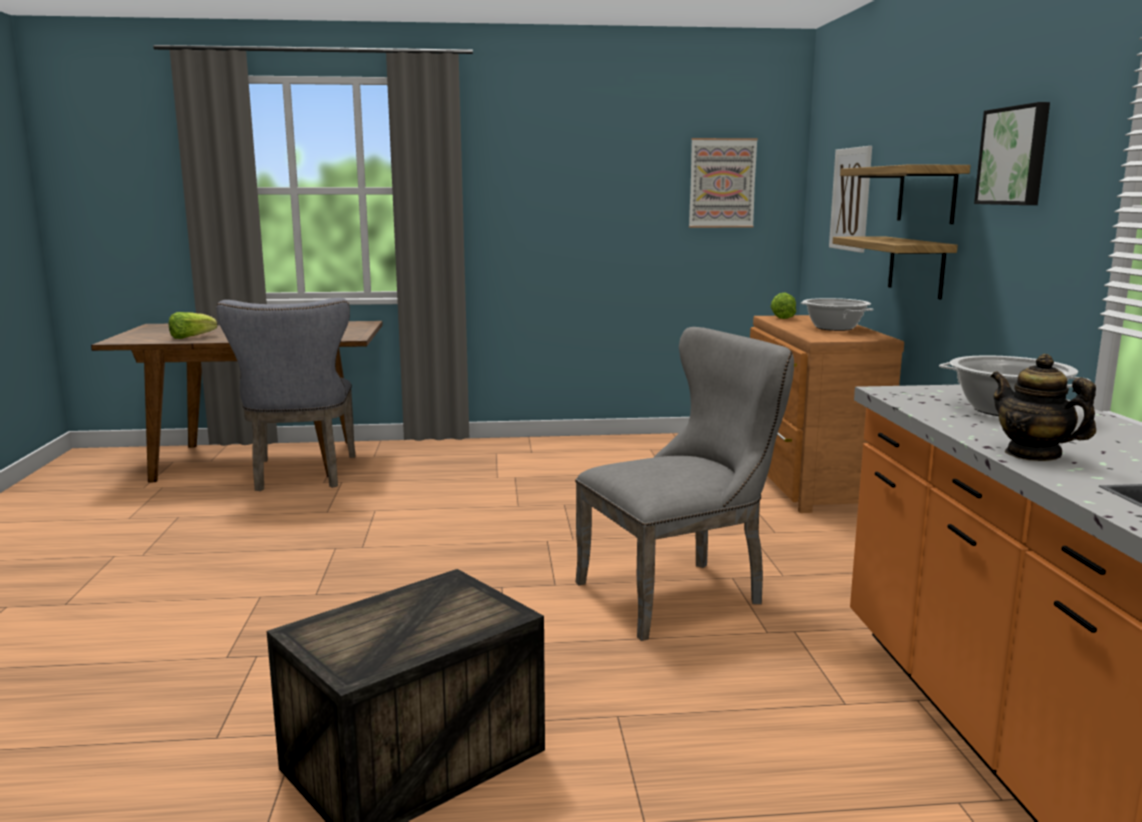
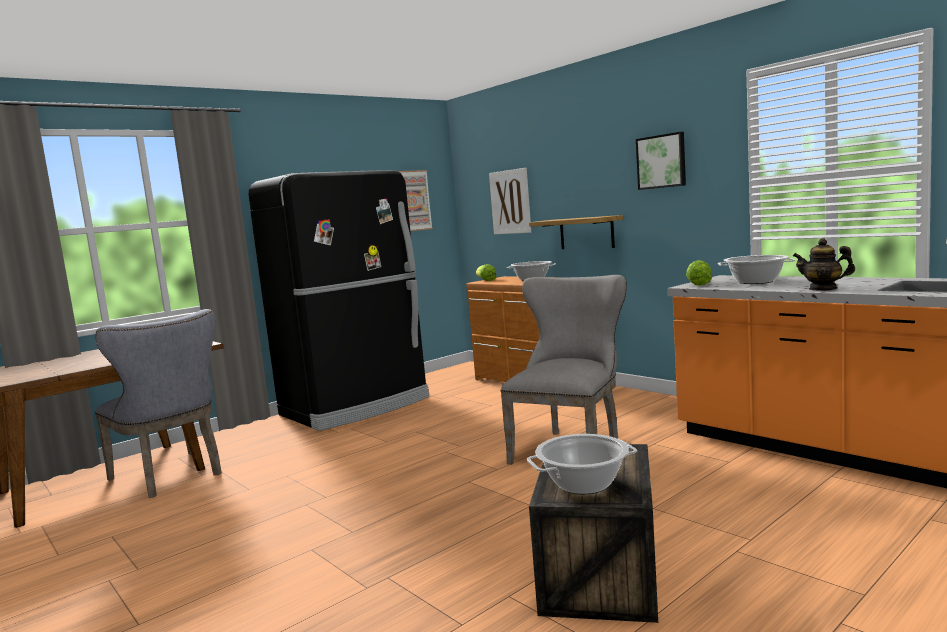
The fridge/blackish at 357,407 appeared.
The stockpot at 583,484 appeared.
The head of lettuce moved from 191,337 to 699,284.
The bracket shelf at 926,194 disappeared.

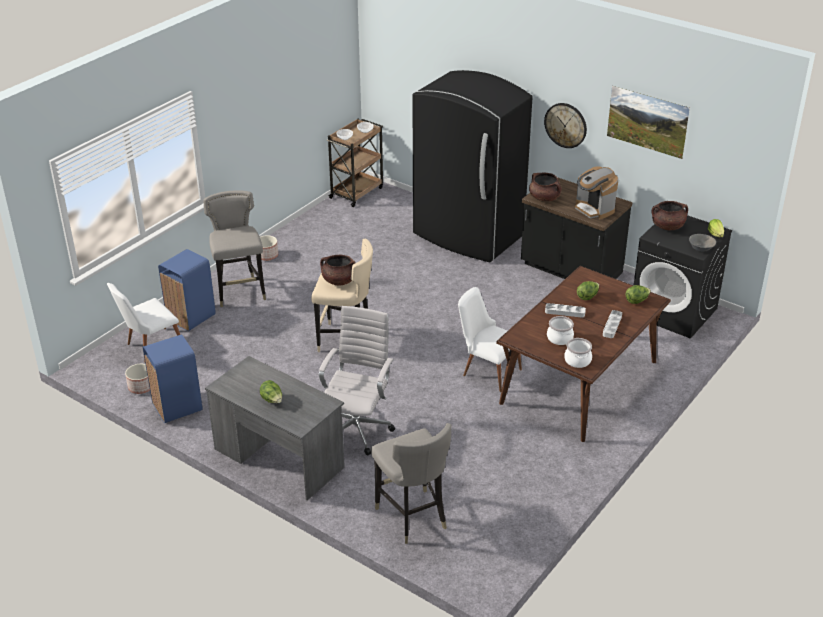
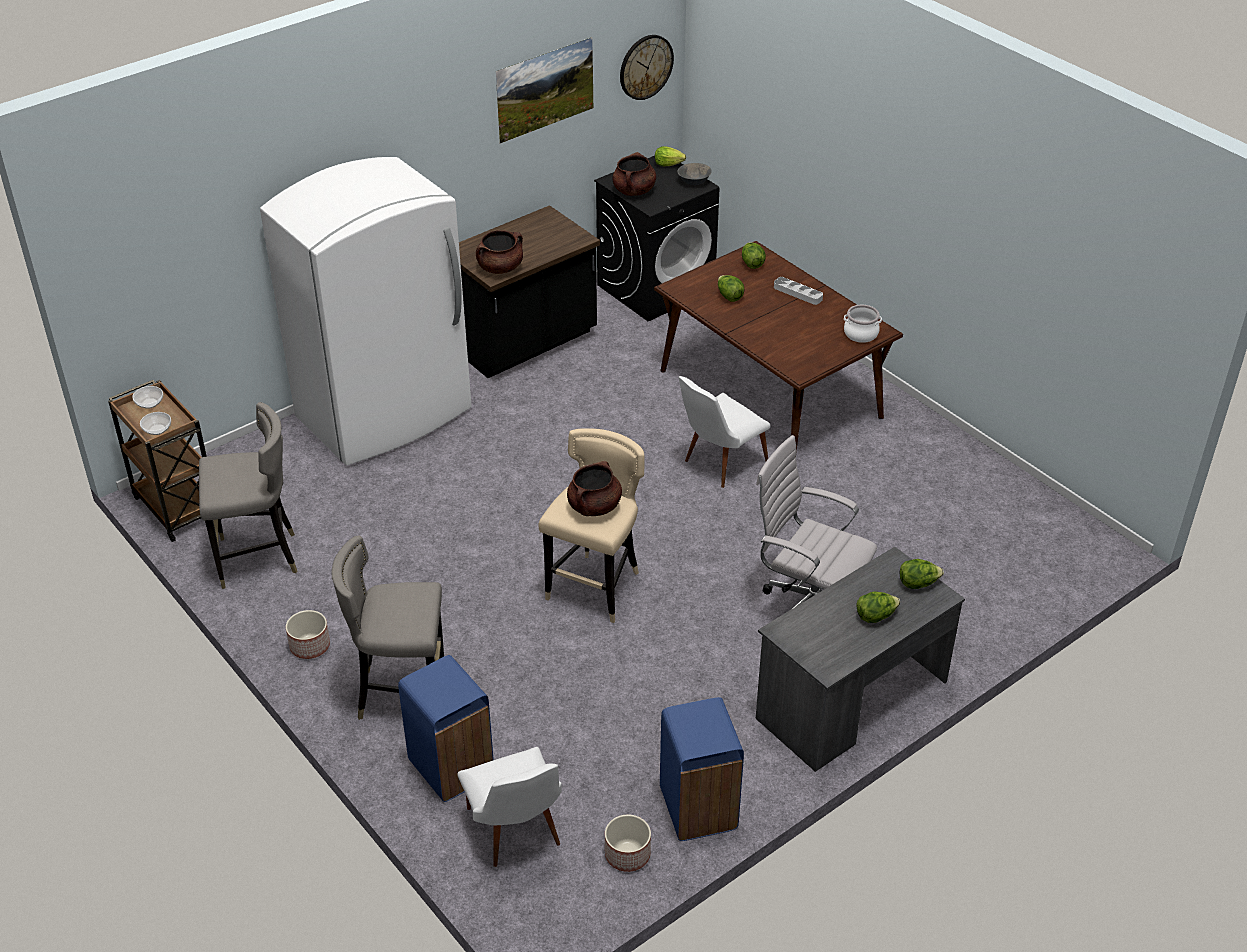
The sitting stool/grey moved from 412,517 to 258,558.
The fridge/blackish at 467,236 became the fridge/white at 386,415.
The hanging clock moved from 565,125 to 645,67.
The head of lettuce at 918,583 appeared.
The serving tray/grey at 565,312 disappeared.
The stockpot at 560,338 disappeared.
The coffee maker at 594,209 disappeared.

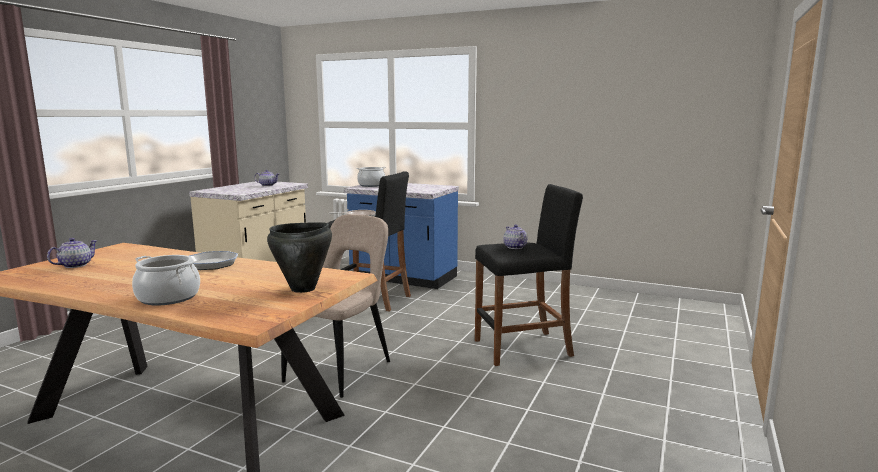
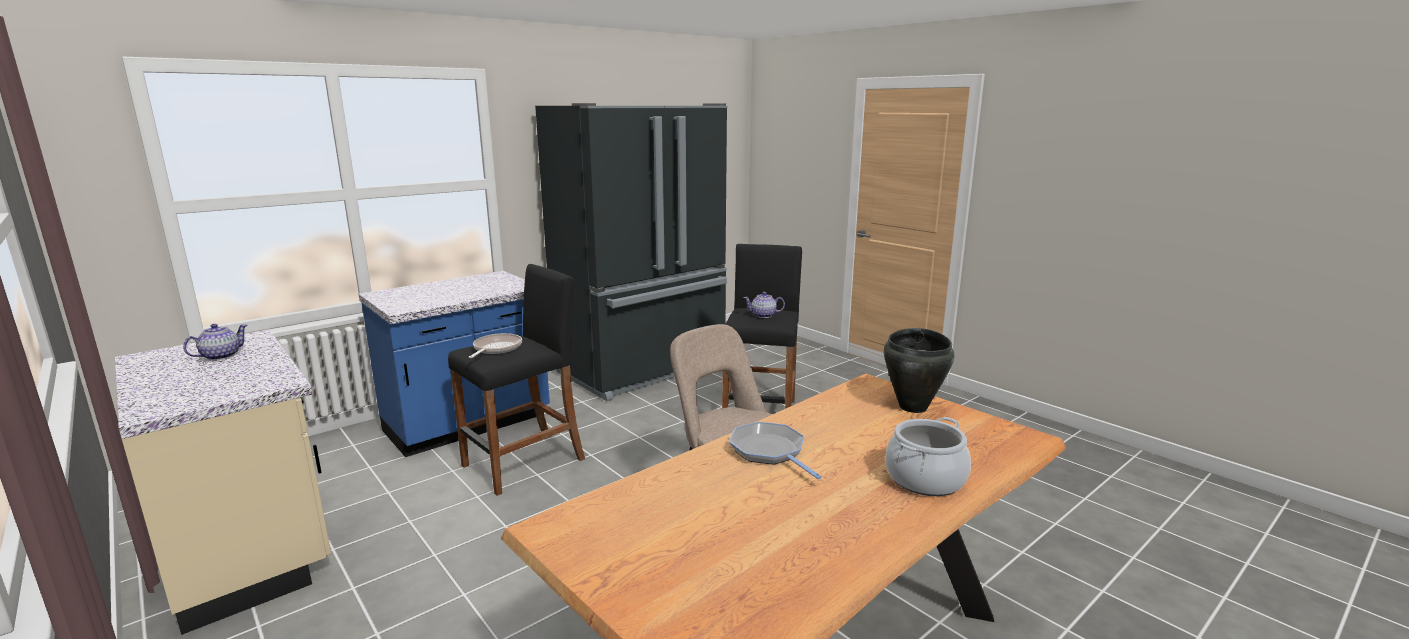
The fridge/blackish at 644,369 appeared.
The tea pot at 75,265 disappeared.
The stockpot at 371,185 disappeared.

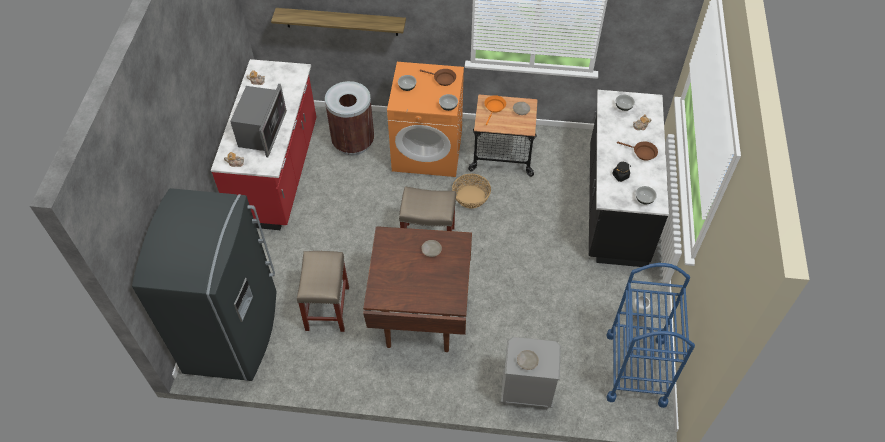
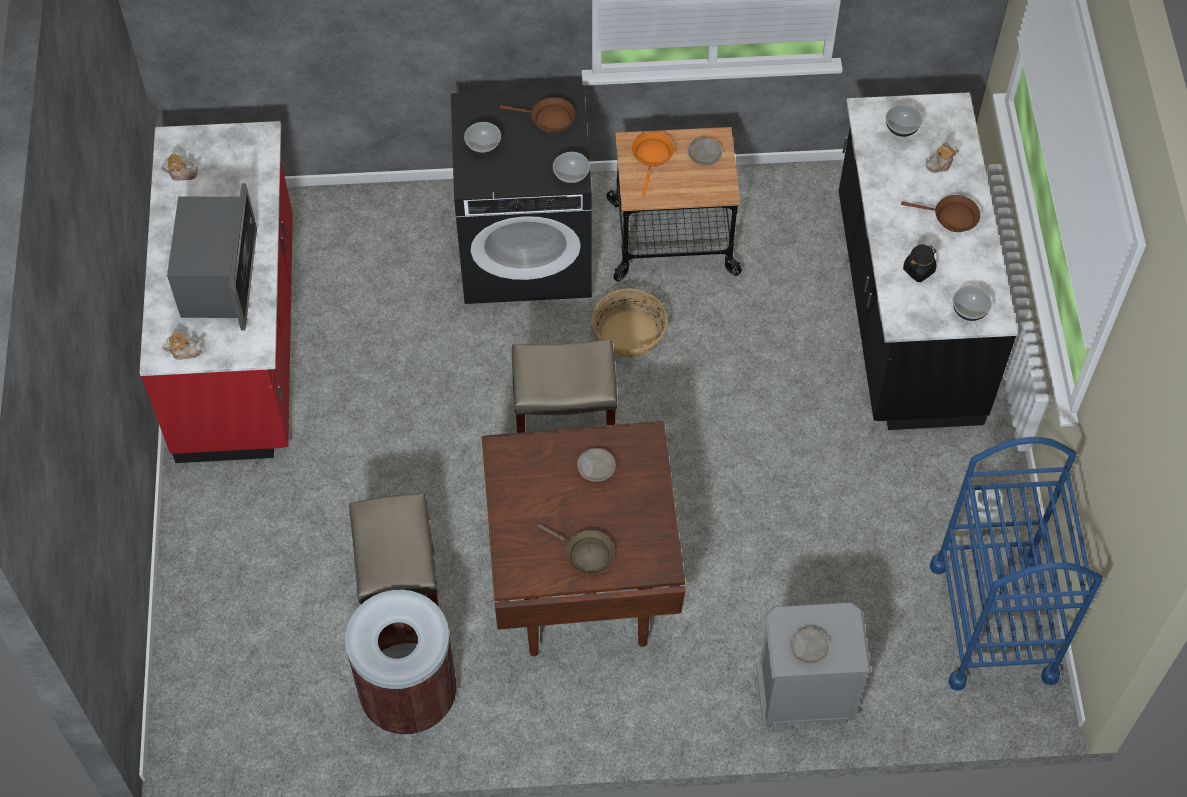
The waste bin/brown moved from 353,142 to 409,695.
The washing machine/orangey at 428,151 became the washing machine/blackish at 526,251.
The skillet/brown at 585,554 appeared.
The fridge/grey at 234,332 disappeared.
The bracket shelf at 341,21 disappeared.

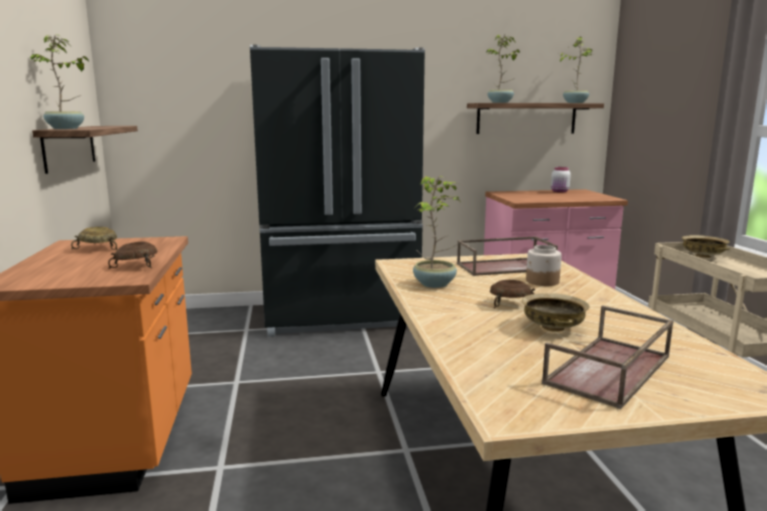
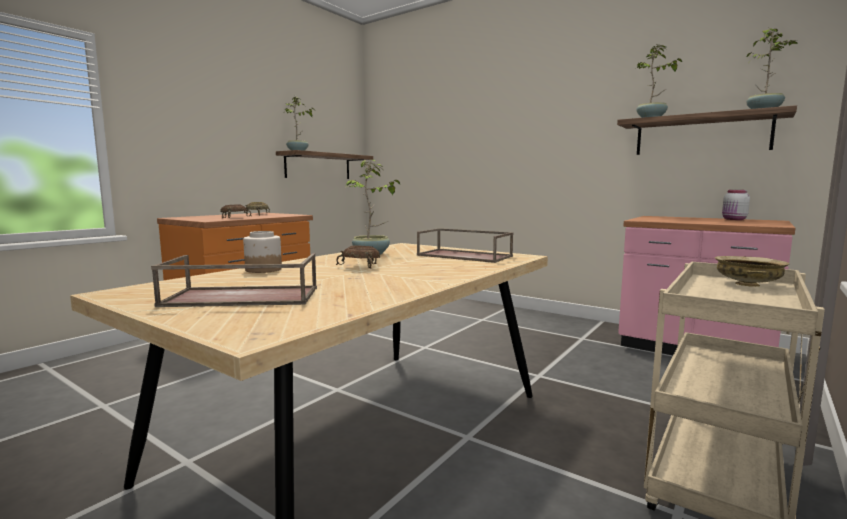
The jar moved from 542,281 to 263,269.
The fridge/blackish at 341,317 disappeared.
The bowl/sand-coloured at 552,327 disappeared.

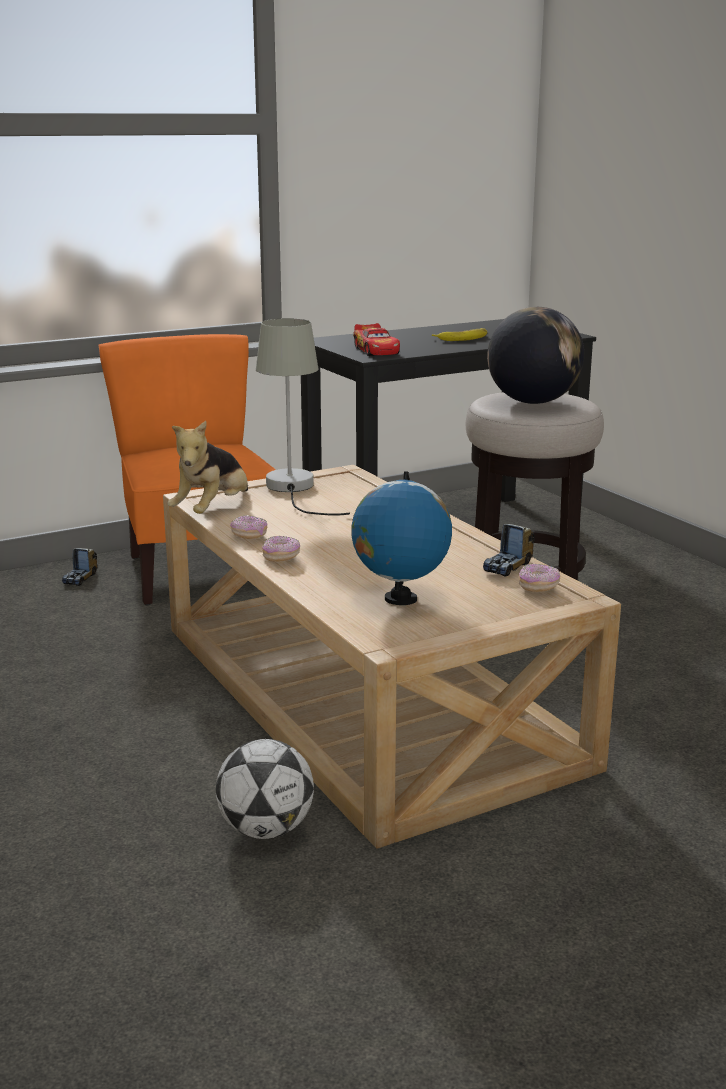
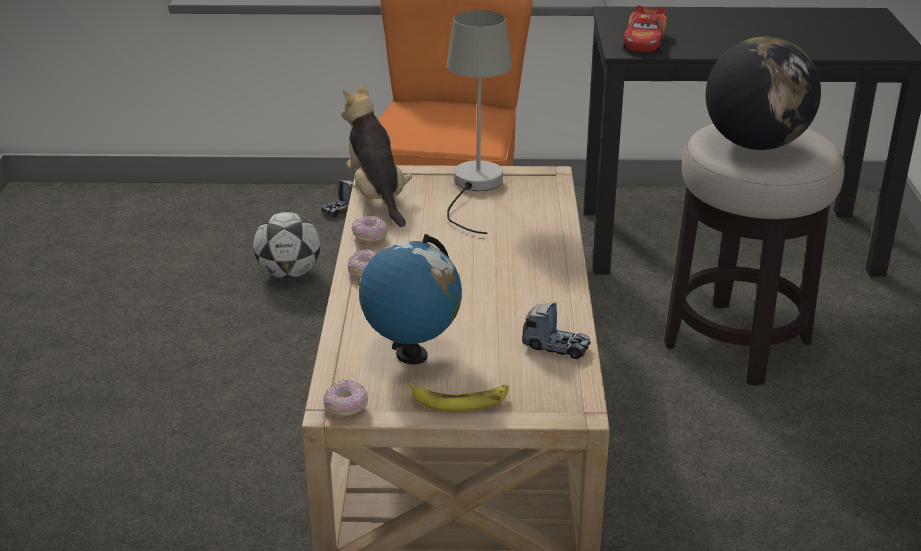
The football moved from 266,829 to 289,273.
The ring doughnut moved from 538,587 to 346,408.
The cuddly toy at 213,511 turned 105 degrees clockwise.
The whole banana moved from 463,338 to 460,400.
The model truck at 508,566 turned 135 degrees counterclockwise.

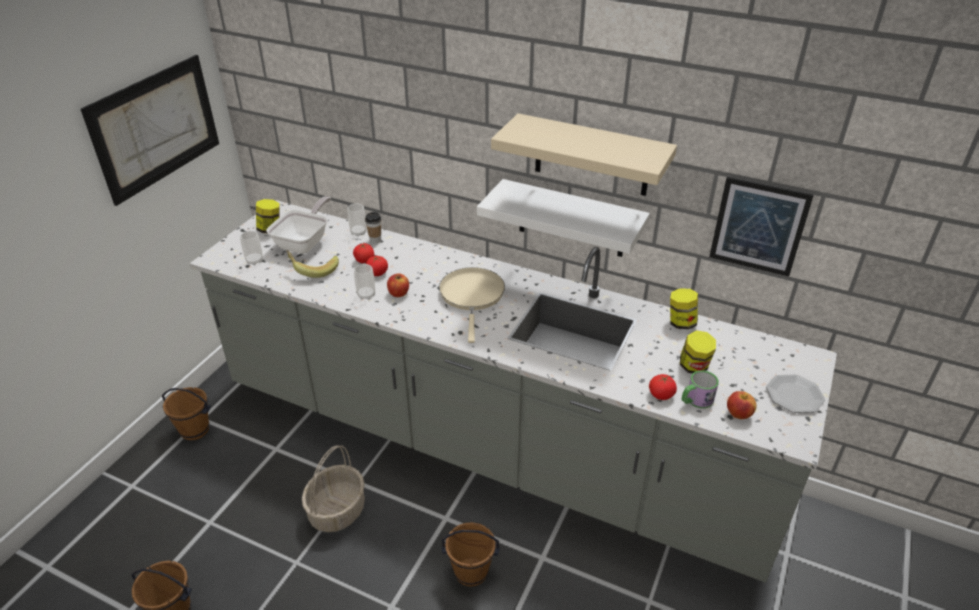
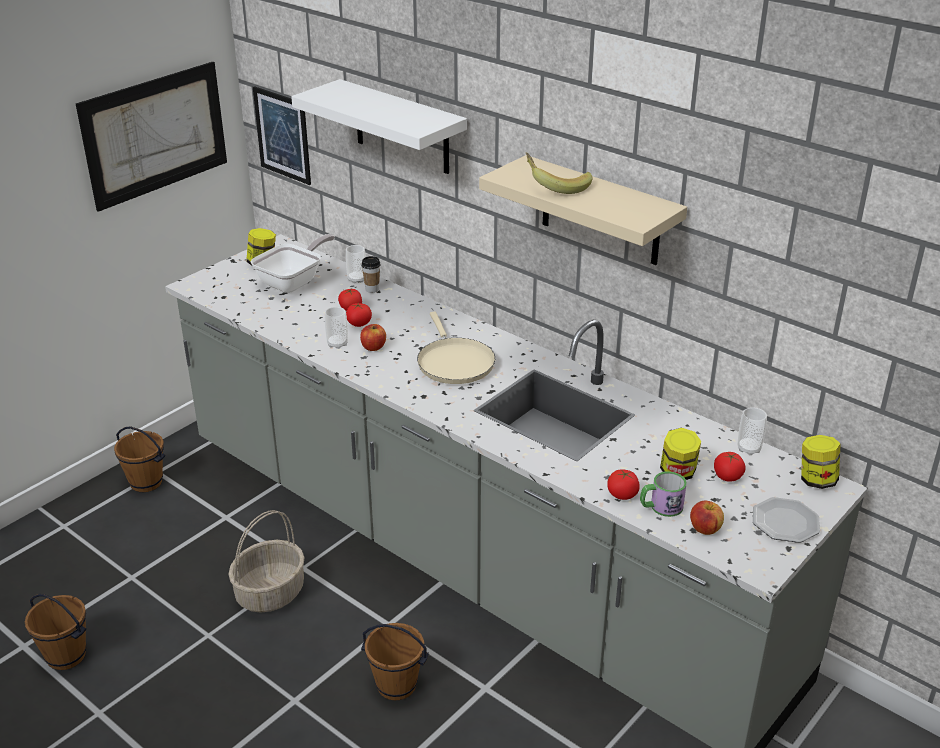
The picture moved from 758,227 to 282,135.
The bracket shelf/white moved from 571,219 to 402,127.
The skillet/sand-coloured at 472,296 turned 150 degrees clockwise.
The whole banana moved from 313,270 to 556,186.
The fresh tomato at 727,476 appeared.
The cup moved from 254,260 to 748,449.
The jar moved from 681,323 to 816,480.

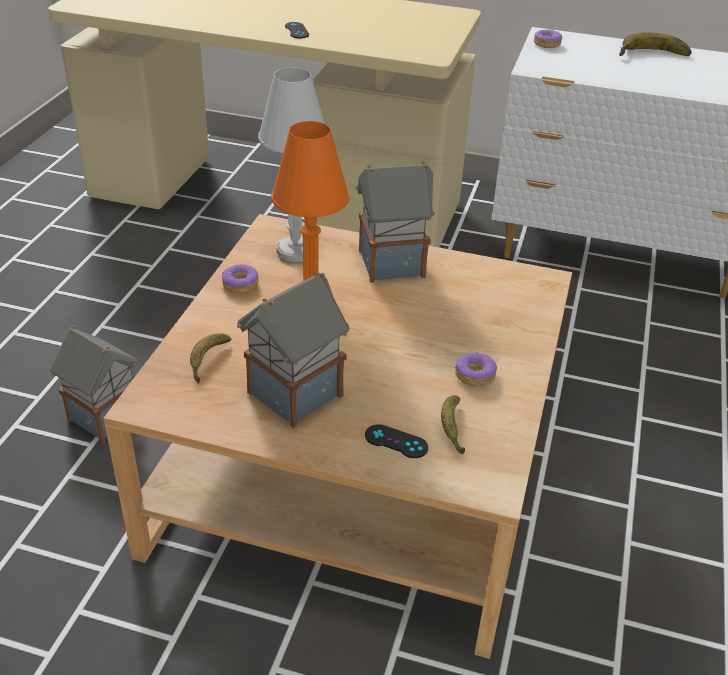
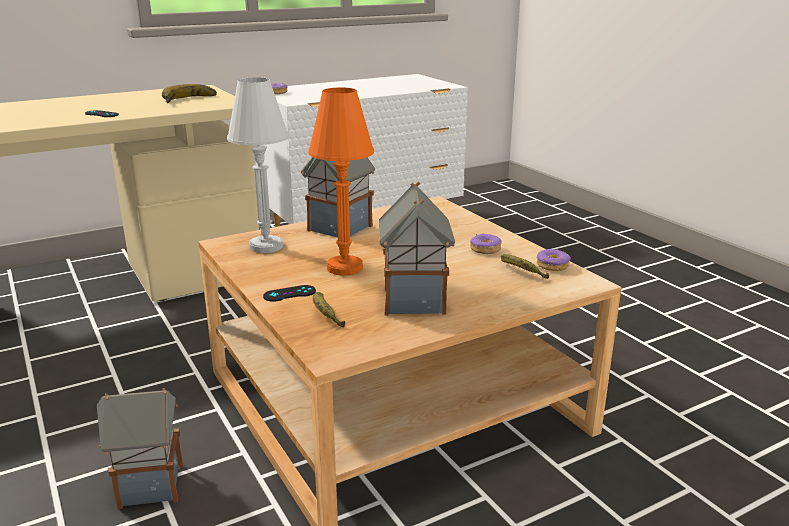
The whole banana moved from 654,56 to 191,100.
The joypad/blackish moved from 396,441 to 289,294.
The ring doughnut moved from 240,285 to 553,266.

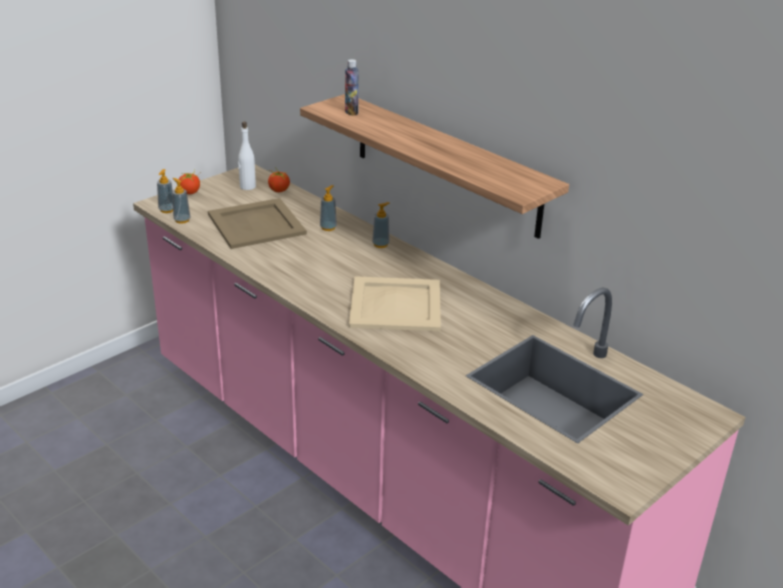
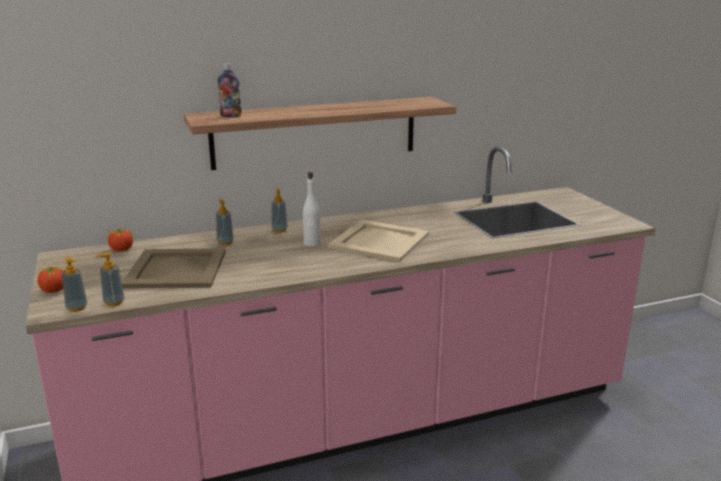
The drink bottle/white moved from 247,186 to 312,243.

